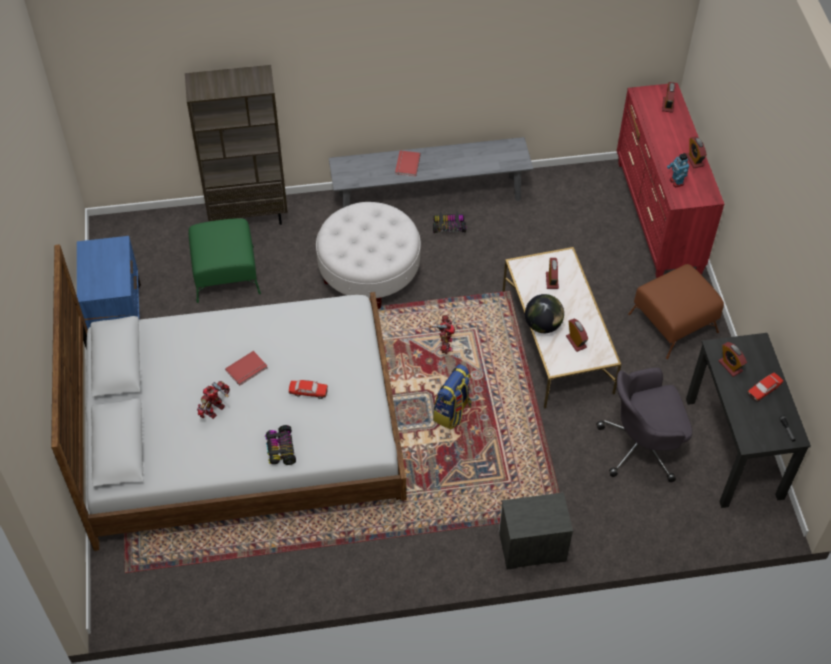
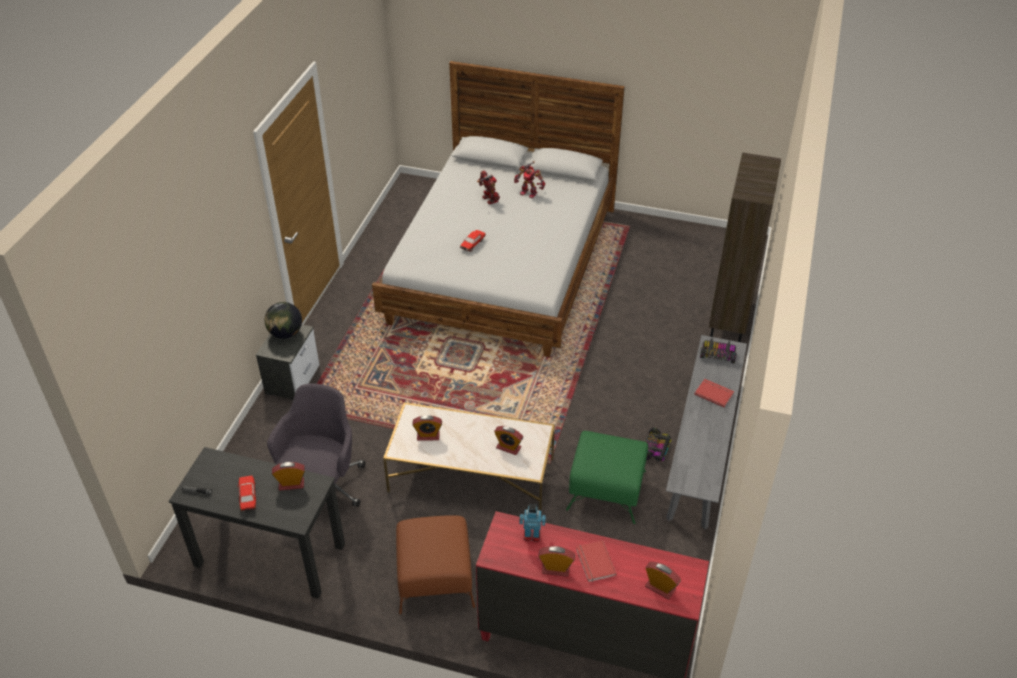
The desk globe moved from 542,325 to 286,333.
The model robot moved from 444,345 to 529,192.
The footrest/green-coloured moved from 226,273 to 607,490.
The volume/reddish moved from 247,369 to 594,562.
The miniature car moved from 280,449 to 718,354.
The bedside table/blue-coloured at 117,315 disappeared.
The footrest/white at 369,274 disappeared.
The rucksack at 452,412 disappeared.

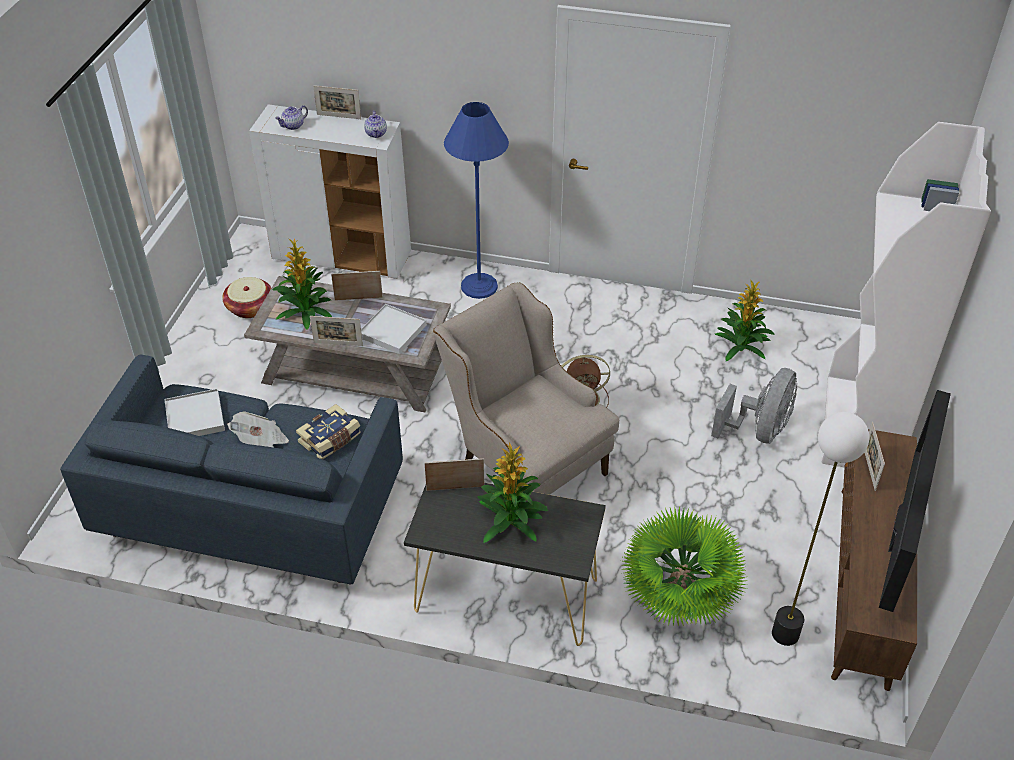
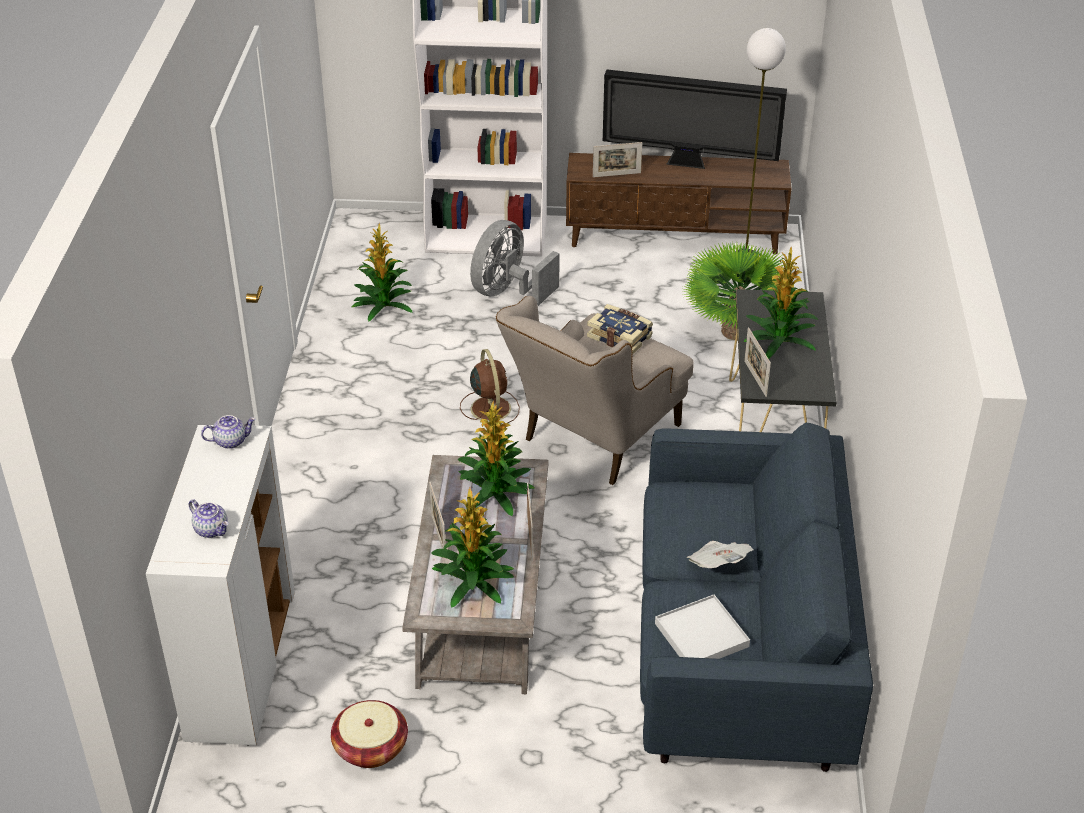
The serving tray/white at 393,331 was replaced by the houseplant at 495,494.
The fan/grey at 759,430 turned 75 degrees counterclockwise.
The volume moved from 330,440 to 620,336.
The standing frame at 339,116 disappeared.
The floor lamp/blue-coloured at 479,286 disappeared.

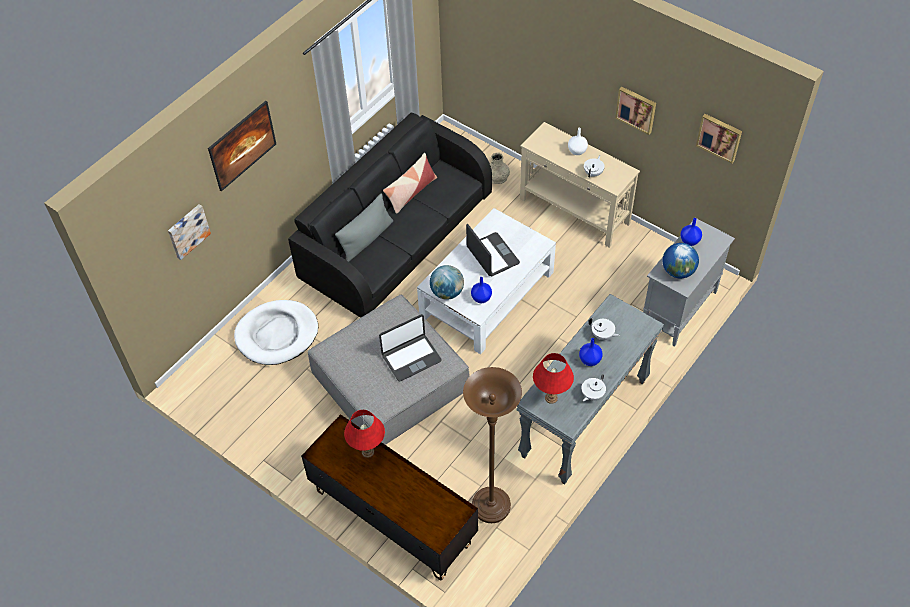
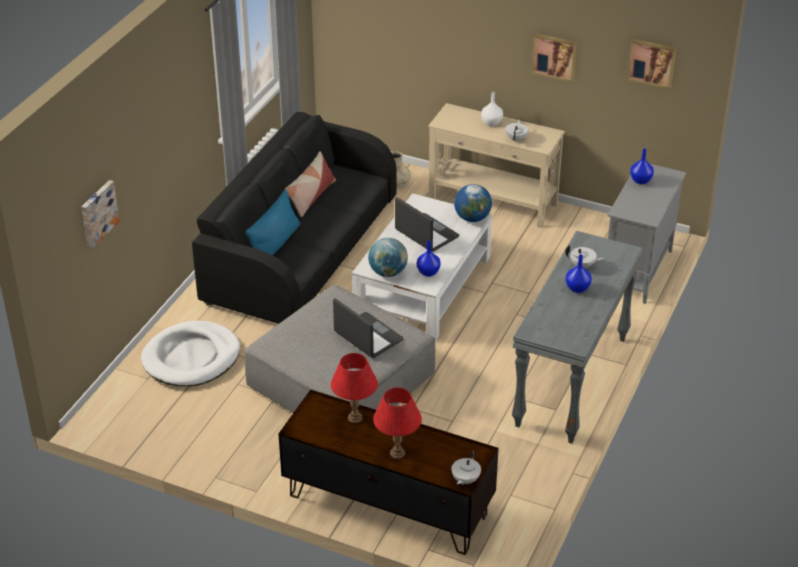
The cushion/grey at 367,239 became the cushion/blue-coloured at 275,244.
The laptop at 411,358 turned 90 degrees counterclockwise.
The table lamp/reddish moved from 551,397 to 397,453.
The tea pot/white moved from 592,395 to 465,480.
The desk globe moved from 678,271 to 472,218.
The picture at 245,156 disappeared.
The floor lamp/brown at 491,506 disappeared.

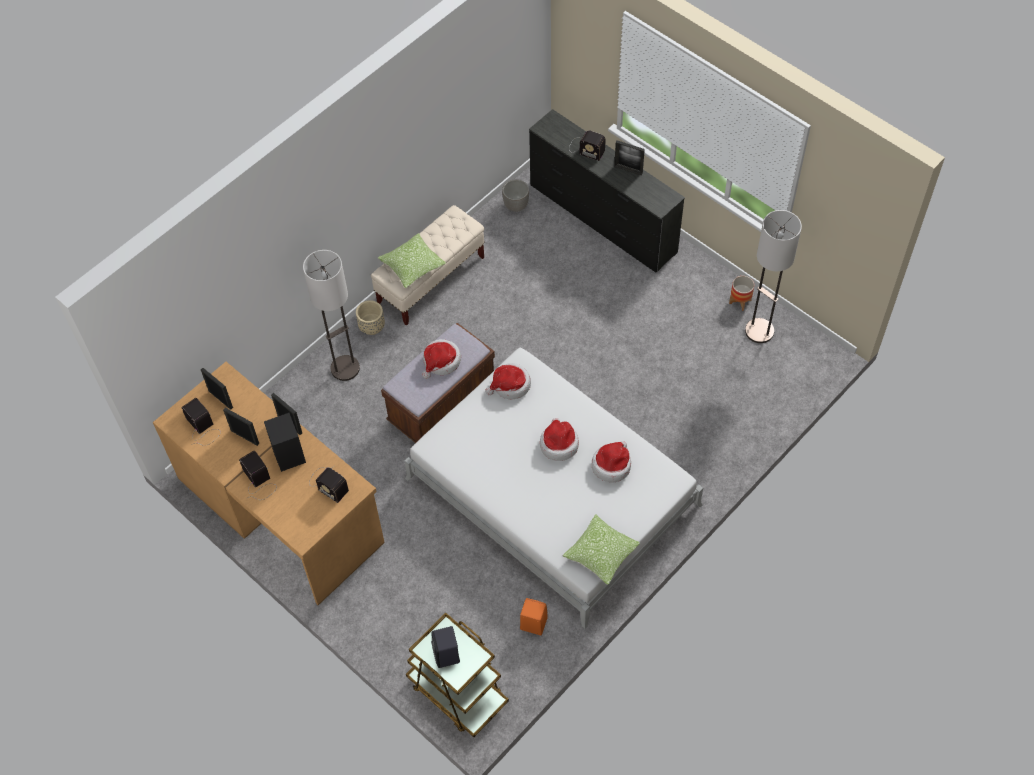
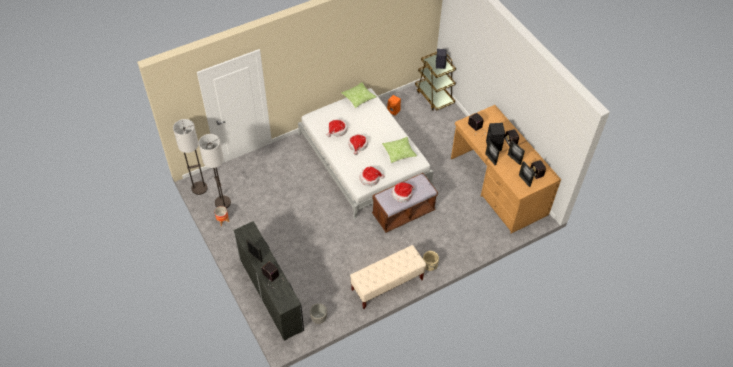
The floor lamp moved from 345,368 to 199,188.
The cushion moved from 412,266 to 399,152.

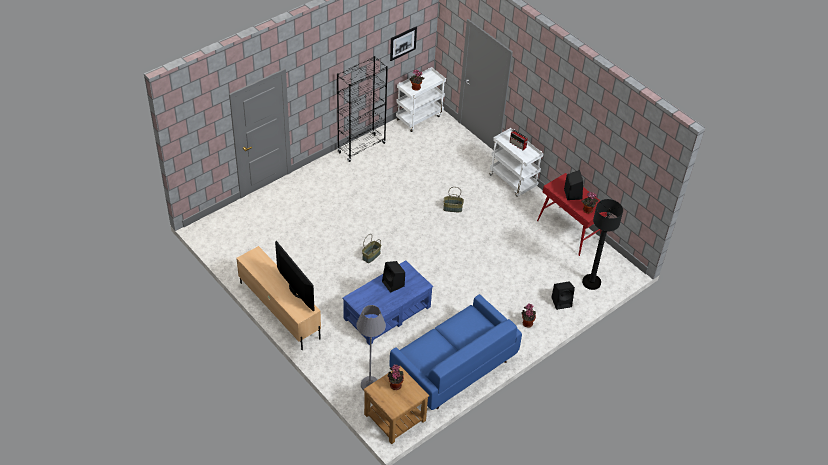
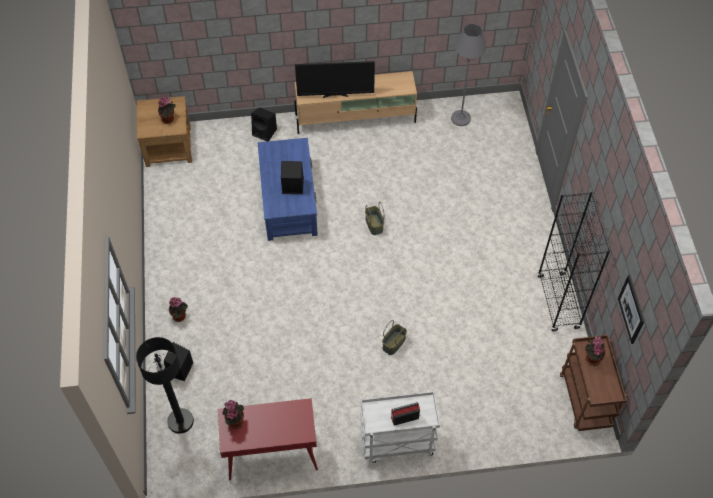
The loudspeaker/blackish moved from 572,193 to 265,132.
The floor lamp/grey moved from 369,384 to 460,118.
The cart/white at 419,117 became the cart/brown at 585,401.
The settee/blue-coloured at 453,366 disappeared.

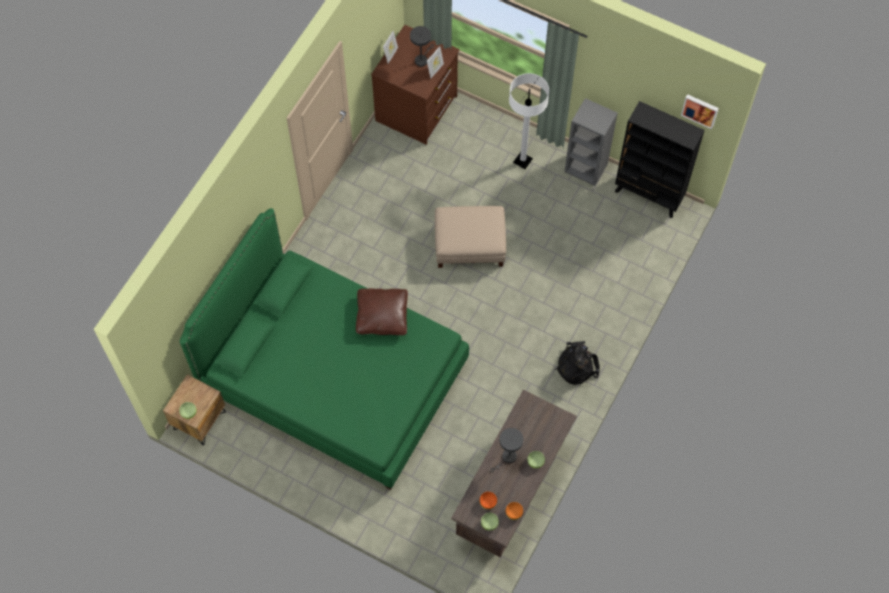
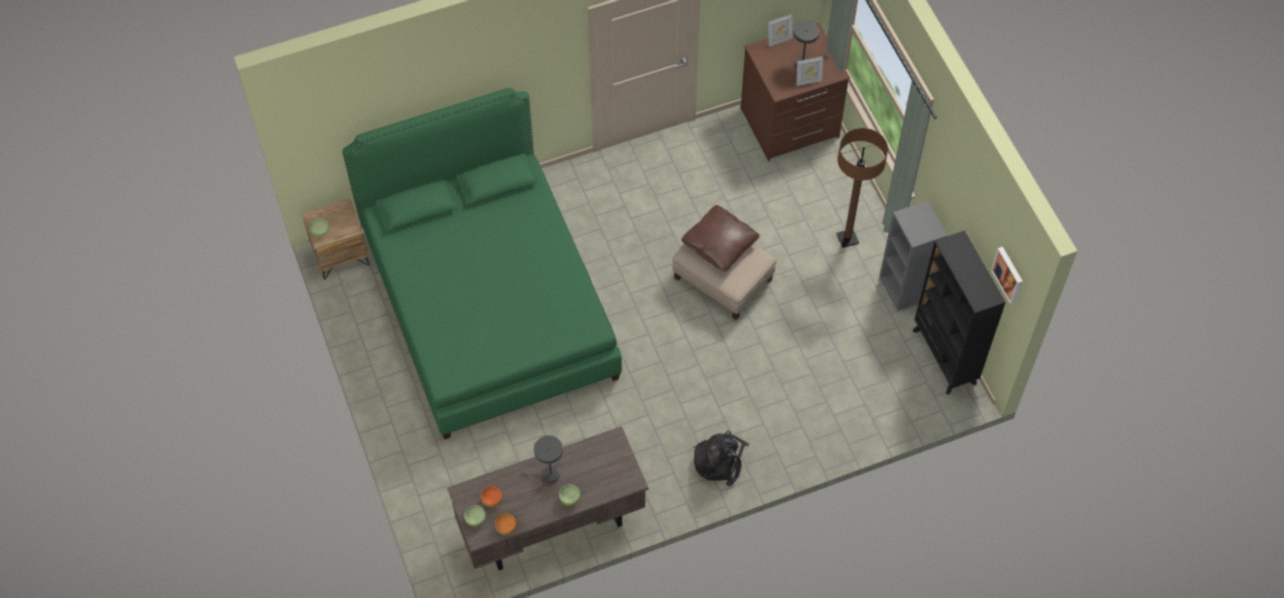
The cushion/brown moved from 382,316 to 720,244.
The floor lamp/white at 522,161 became the floor lamp/brown at 847,238.

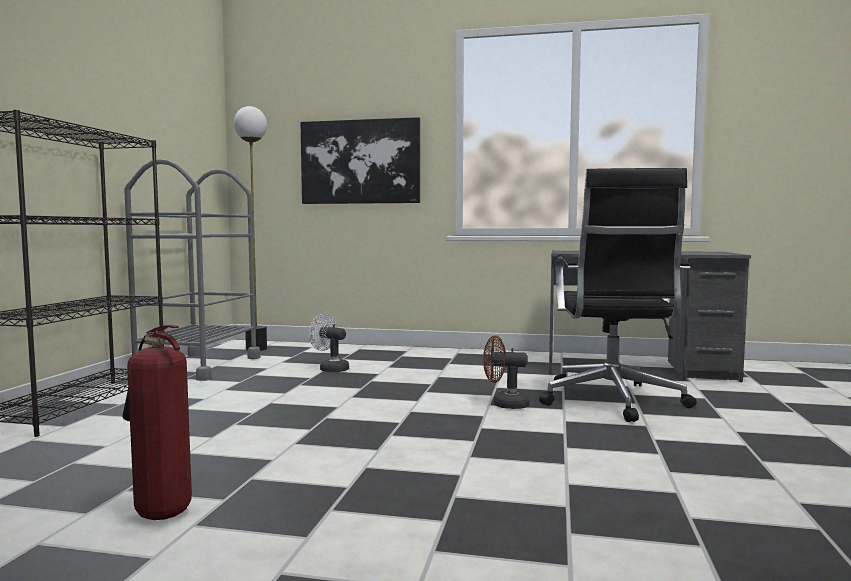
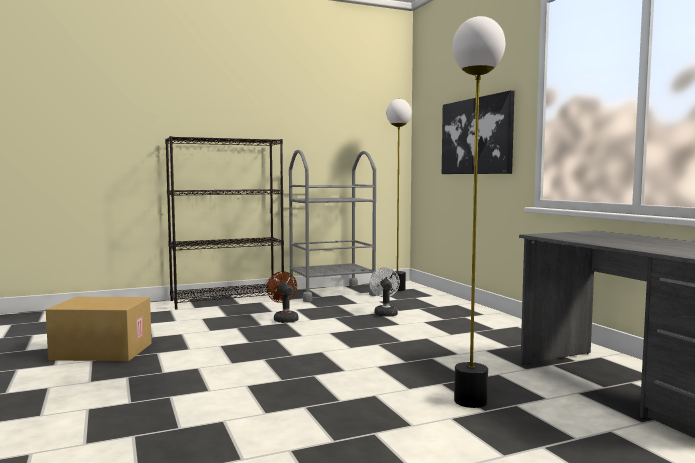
The extinguisher at 158,513 was replaced by the packing box at 101,352.
The fan/brown moved from 504,404 to 284,319.
The office chair/blackish at 612,401 was replaced by the floor lamp at 470,401.

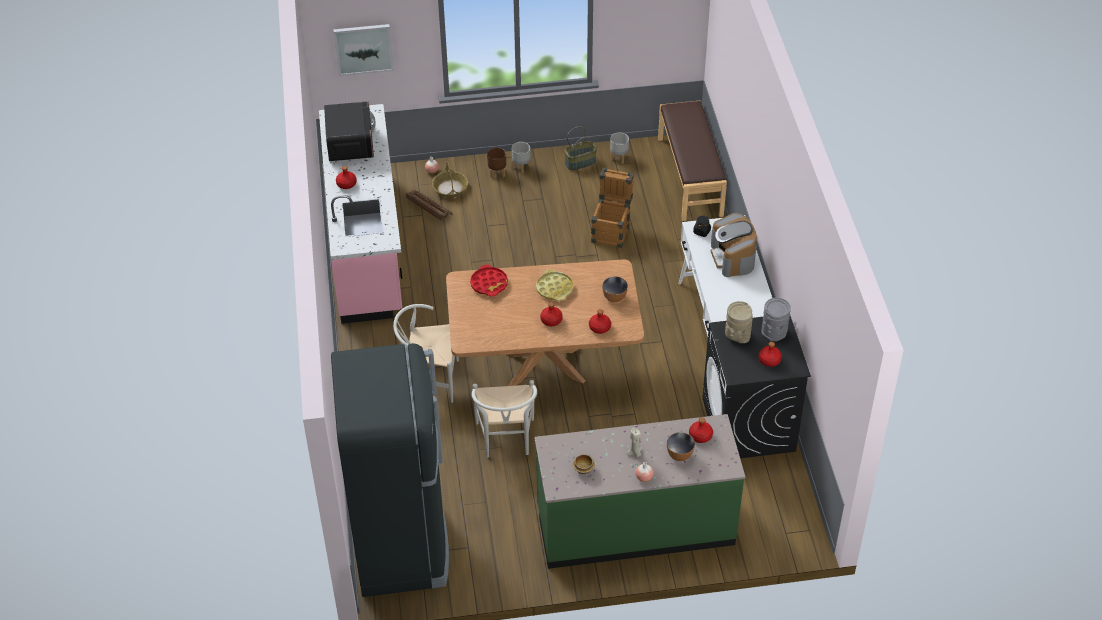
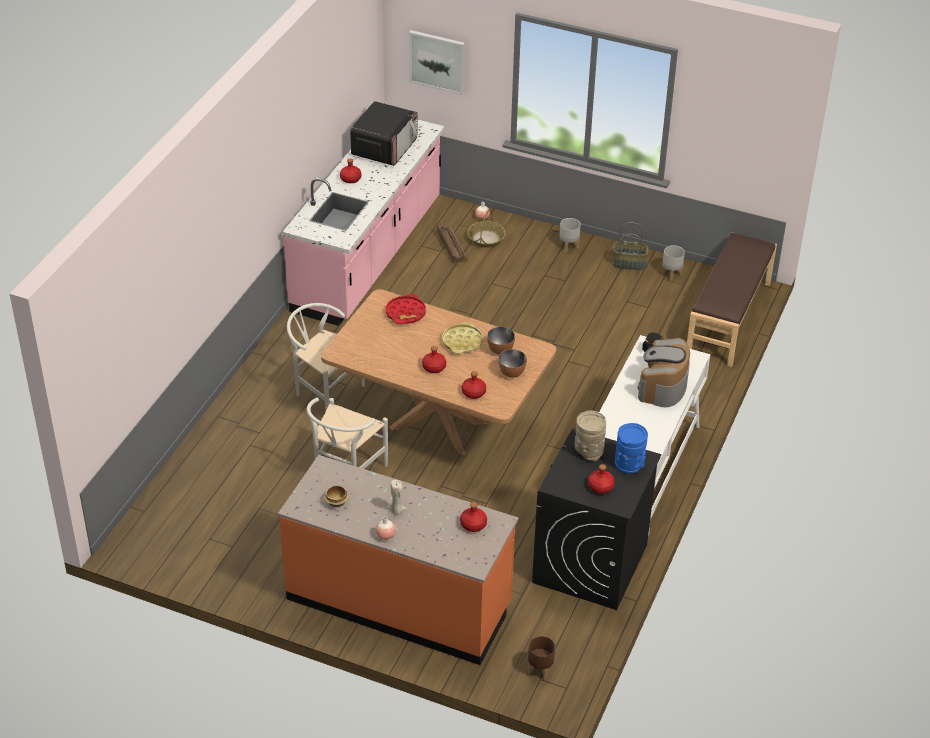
The kitchen counter/green-coloured at 635,526 became the kitchen counter/orangey at 399,601.
The bowl moved from 680,455 to 500,350.
The plant pot/brown moved from 497,173 to 540,669.
The flower vase/grey at 774,332 became the flower vase/blue-coloured at 629,464.
The fridge/blackish at 401,545 disappeared.
The packing crate at 612,231 disappeared.

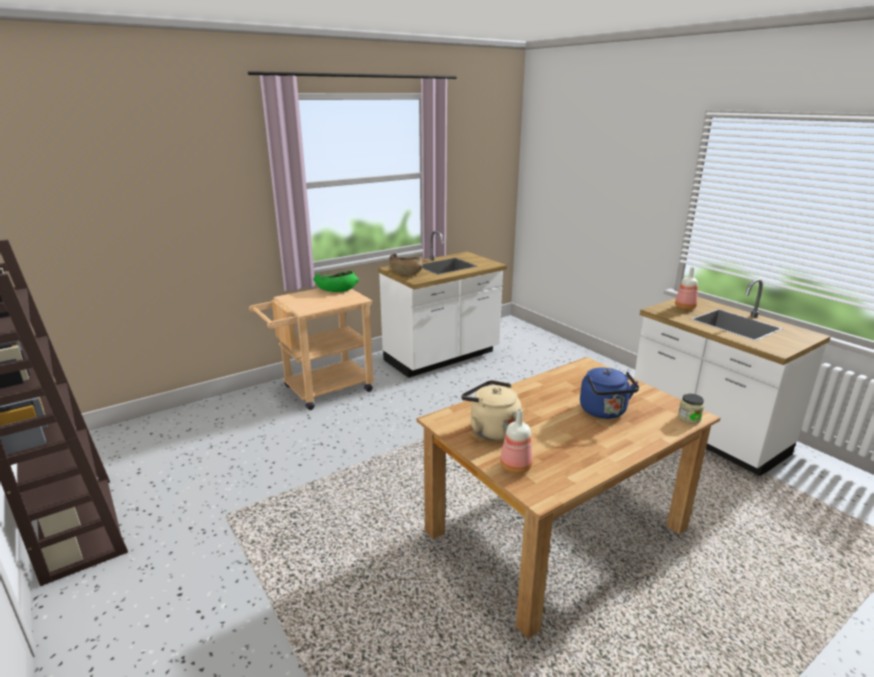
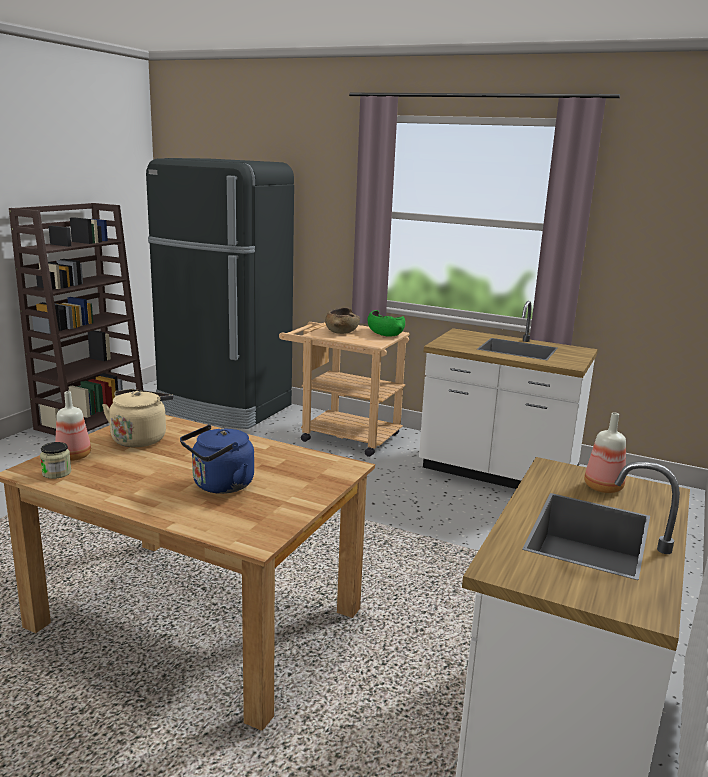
The jar moved from 689,418 to 56,473.
The fridge/blackish at 224,408 appeared.
The bowl/brown moved from 405,272 to 341,331.

